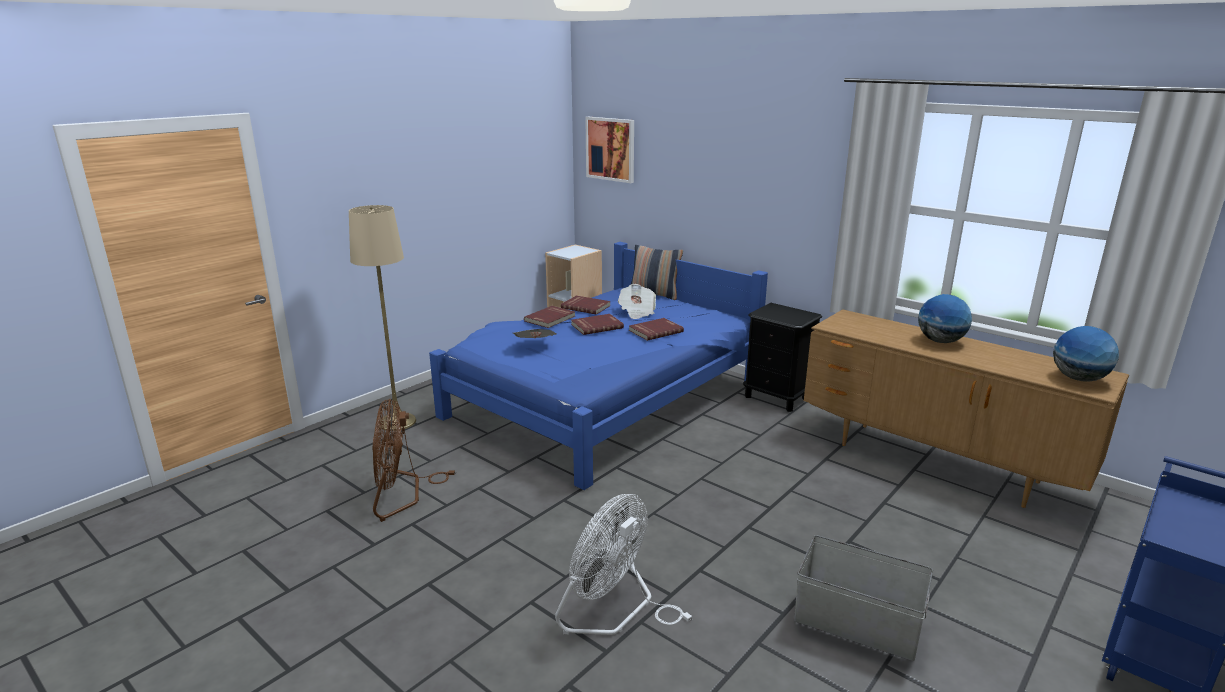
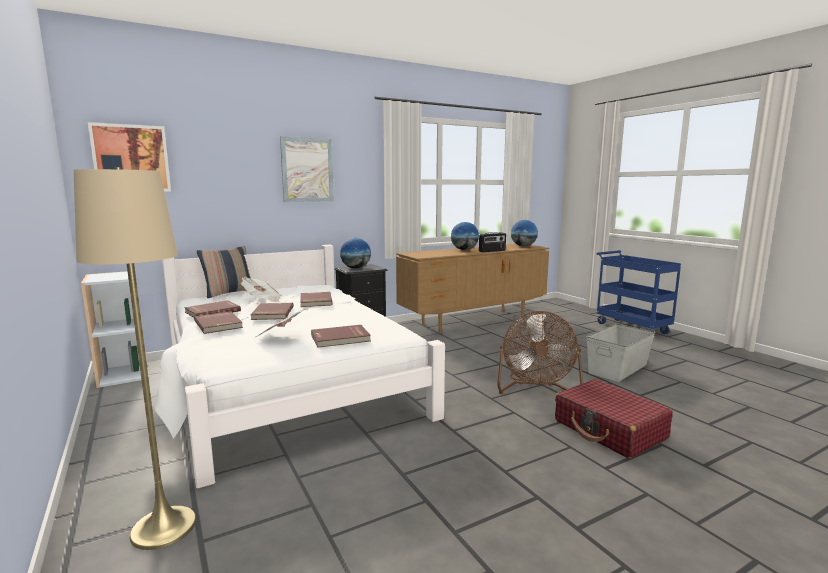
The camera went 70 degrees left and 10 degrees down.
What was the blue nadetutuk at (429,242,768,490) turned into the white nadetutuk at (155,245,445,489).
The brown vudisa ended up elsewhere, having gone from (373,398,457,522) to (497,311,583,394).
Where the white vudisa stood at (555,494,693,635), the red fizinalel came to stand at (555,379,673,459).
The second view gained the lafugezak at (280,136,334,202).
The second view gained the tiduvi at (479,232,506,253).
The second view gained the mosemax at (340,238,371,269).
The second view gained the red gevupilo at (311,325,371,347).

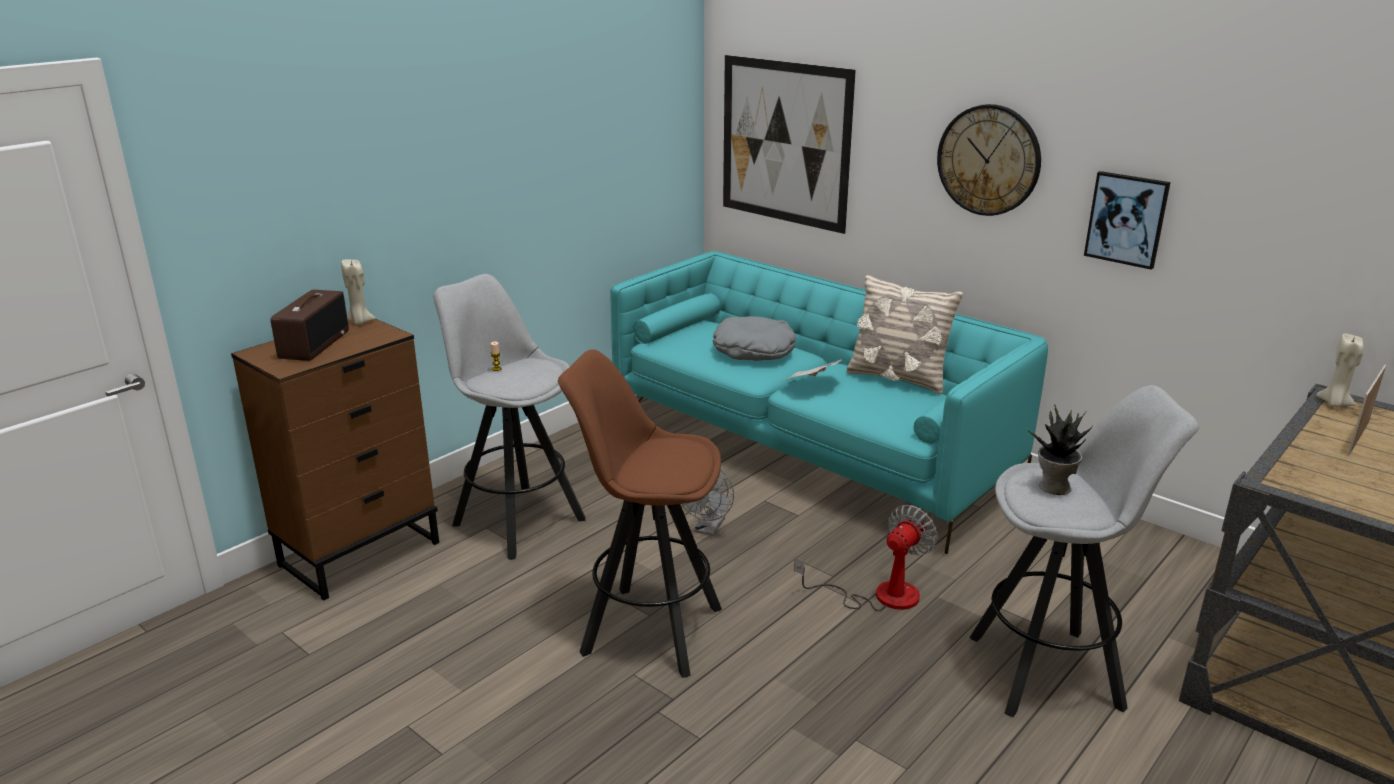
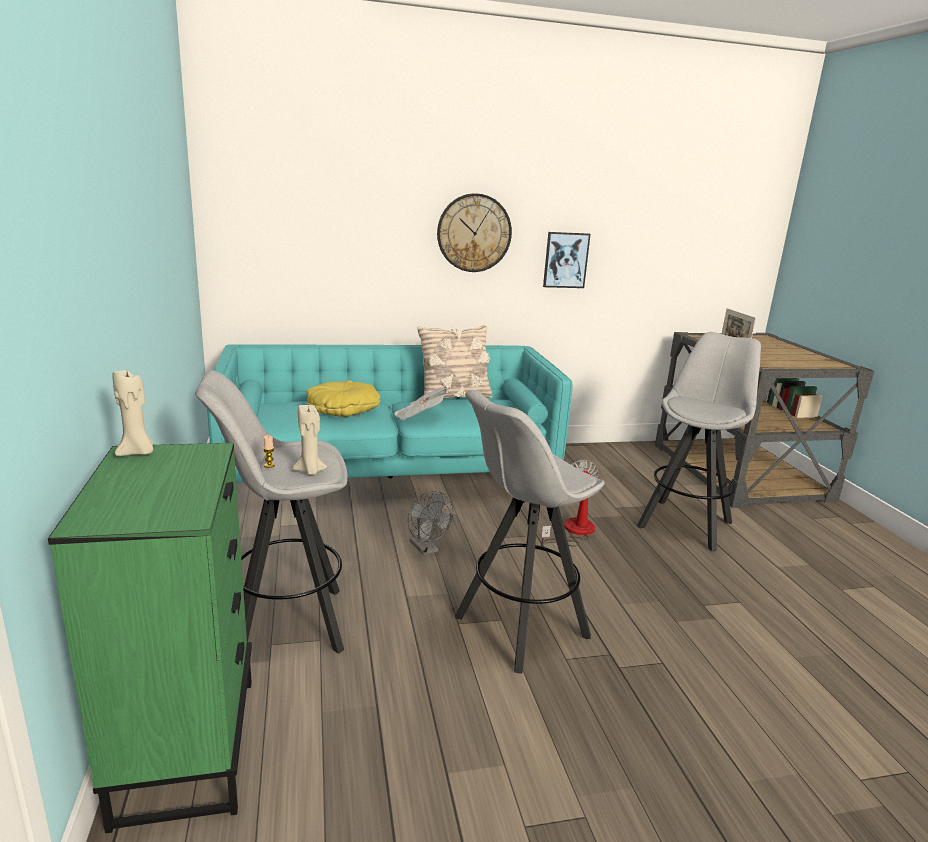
The camera went 55 degrees left and 5 degrees down.
The second view lost the lafugezak at (723,55,856,234).
The second view lost the tiduvi at (271,290,349,361).
What was the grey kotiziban at (713,316,796,361) turned into the yellow kotiziban at (307,380,380,417).
What was the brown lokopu at (231,319,439,601) turned into the green lokopu at (48,443,252,834).
The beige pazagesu ended up elsewhere, having gone from (1316,334,1364,408) to (292,405,327,475).
What was the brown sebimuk at (558,349,722,678) turned into the grey sebimuk at (455,390,605,673).
The second view lost the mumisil at (1025,404,1094,495).

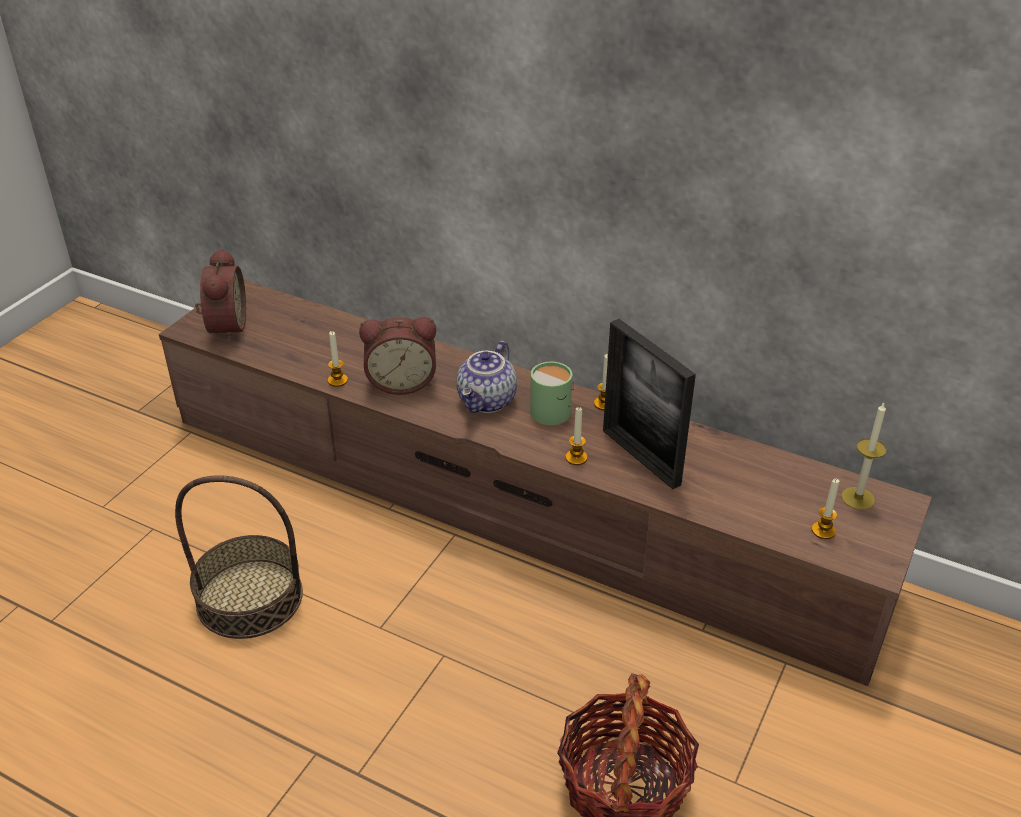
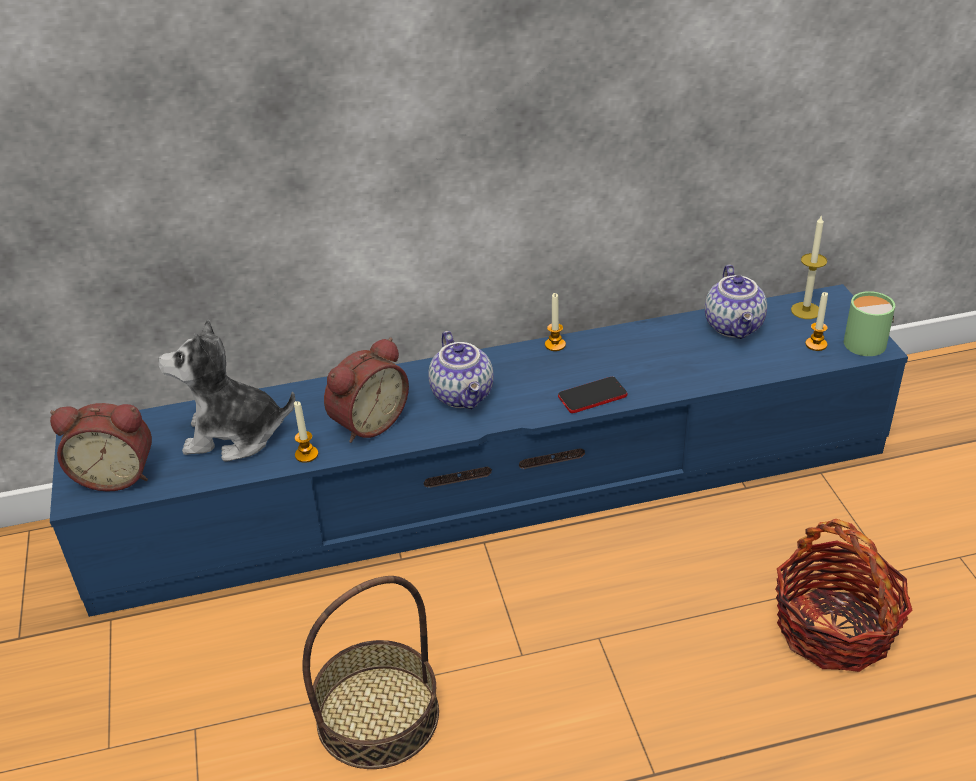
The camera went 40 degrees left and 0 degrees up.
The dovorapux at (195,248,246,342) ended up facing another way, 135 degrees clockwise from before.
What was the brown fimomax at (159,280,932,686) turned into the blue fimomax at (50,284,908,617).
The second view lost the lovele at (603,319,696,489).
The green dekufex ended up elsewhere, having gone from (530,362,574,425) to (844,291,895,356).
Where the pazagesu stood at (565,407,588,465), the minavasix came to stand at (558,377,628,413).
The second view gained the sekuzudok at (705,265,767,339).
The second view gained the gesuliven at (159,319,295,462).

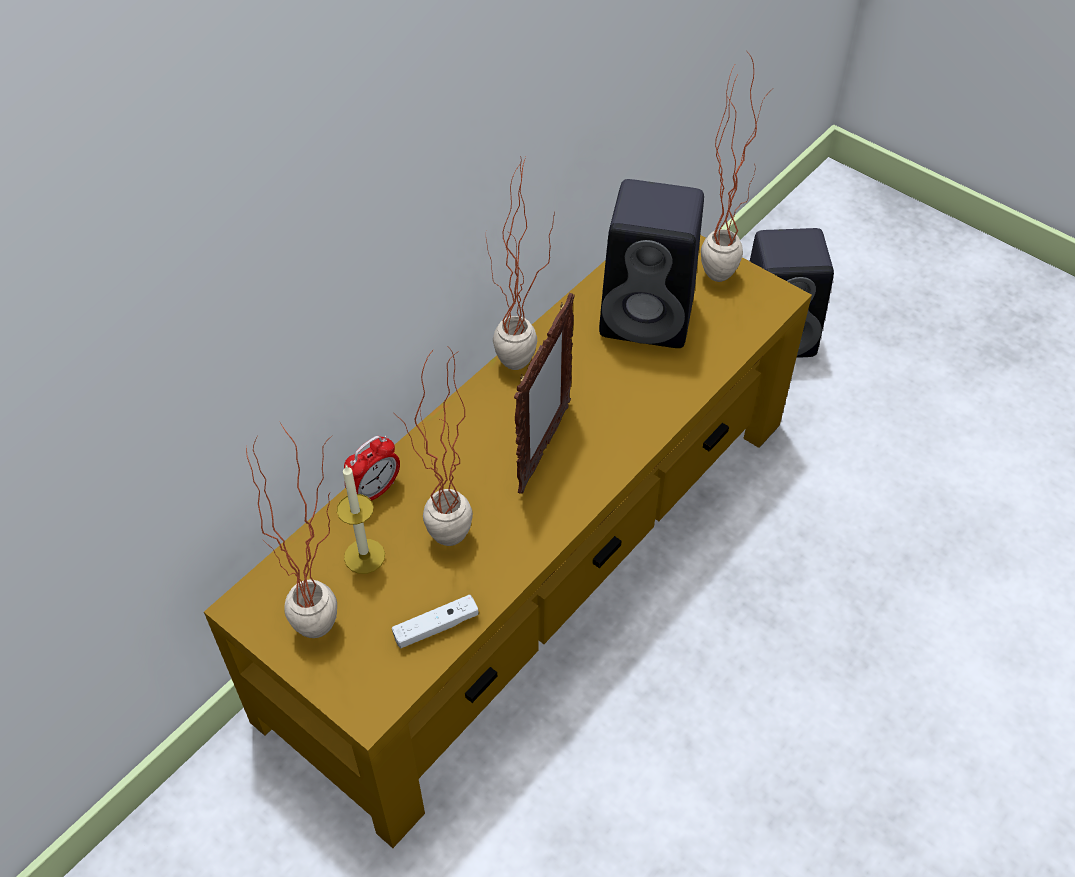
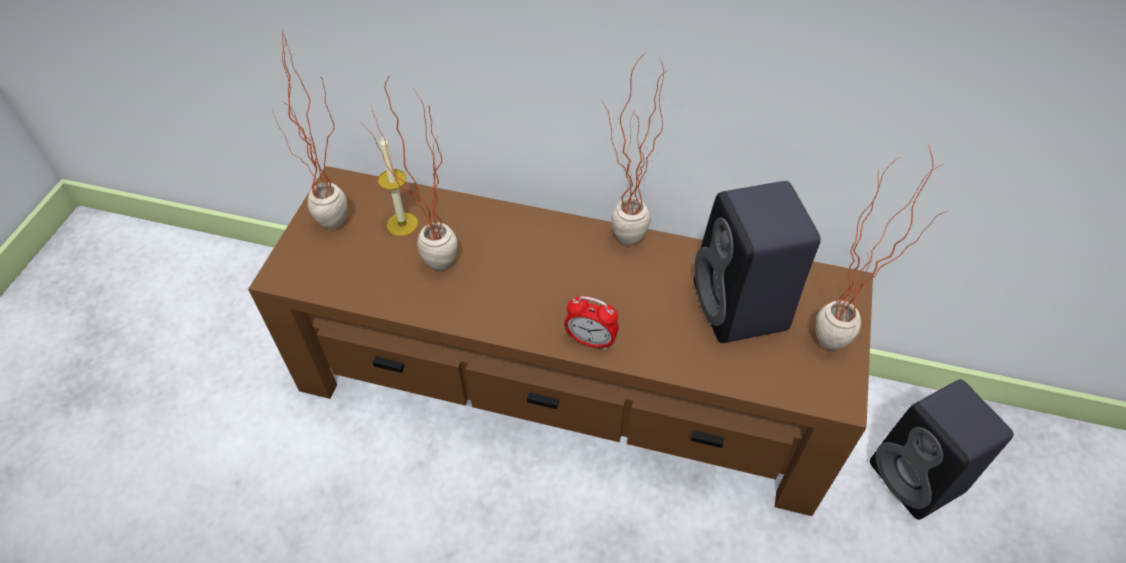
The camera went 65 degrees right and 0 degrees up.
What was the yellow fimomax at (204,235,812,848) turned into the brown fimomax at (248,166,873,516).
The second view lost the lovele at (514,293,575,494).
The dovorapux ended up elsewhere, having gone from (344,436,400,501) to (564,296,618,350).
The second view lost the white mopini at (392,594,479,648).

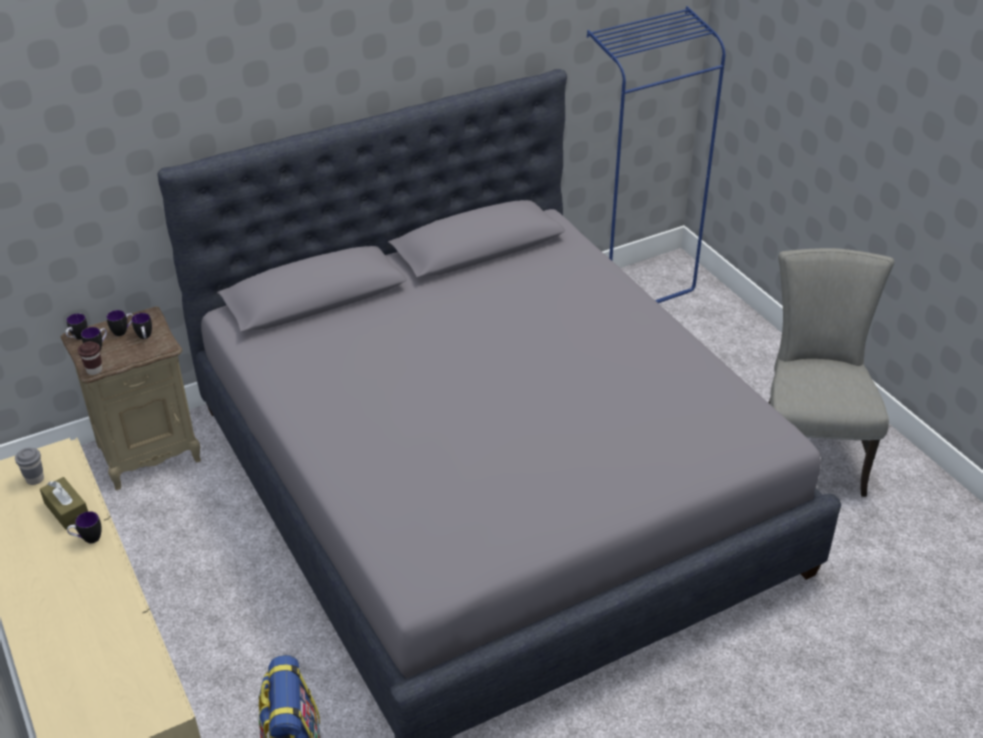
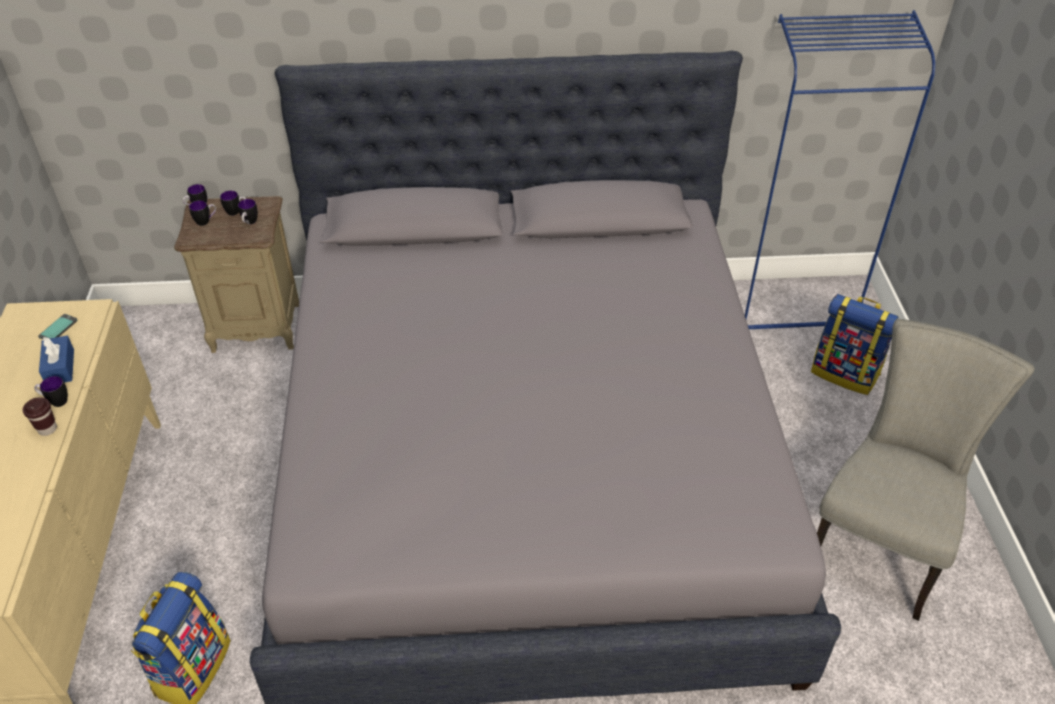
The camera went 25 degrees right and 5 degrees up.
The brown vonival ended up elsewhere, having gone from (78,341,102,375) to (23,397,57,436).
Where the grey vonival stood at (15,448,44,485), the minavasix came to stand at (38,314,78,340).
What was the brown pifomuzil at (40,477,88,530) turned into the blue pifomuzil at (39,336,74,383).
The second view gained the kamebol at (811,294,898,395).

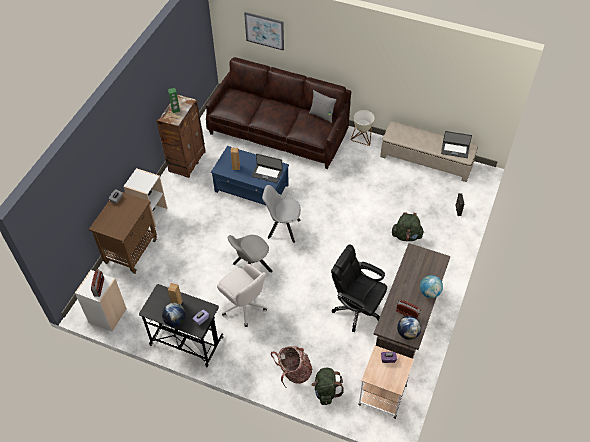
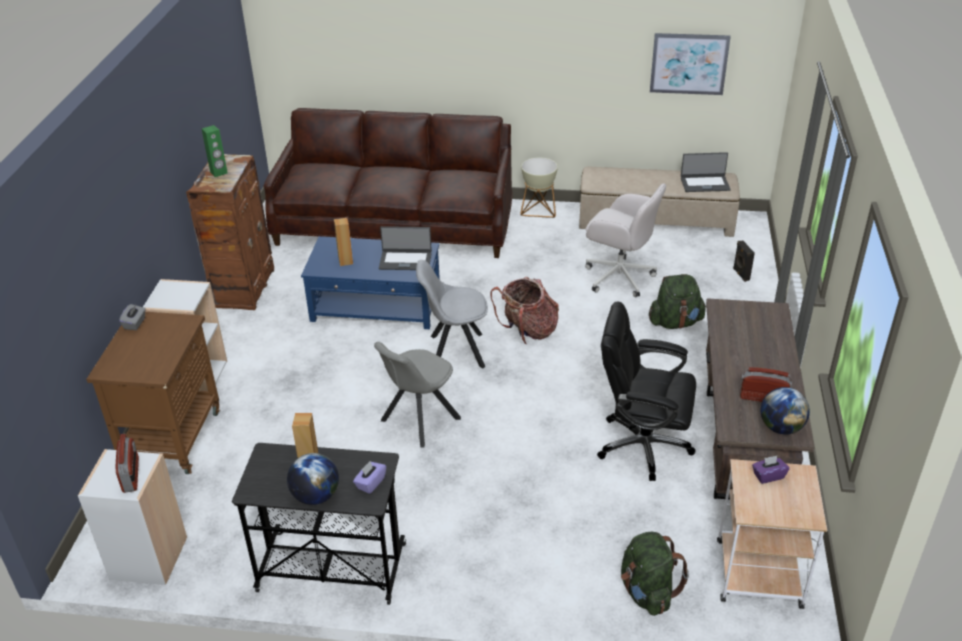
The camera went 15 degrees left and 15 degrees down.
The lafugezak ended up elsewhere, having gone from (244,12,284,51) to (650,33,731,95).
The second view lost the grey kotiziban at (309,90,337,123).
The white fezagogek ended up elsewhere, having gone from (217,264,267,327) to (585,183,666,297).
The second view lost the mosemax at (420,275,443,298).
The kamebol ended up elsewhere, having gone from (271,346,312,388) to (490,277,559,345).

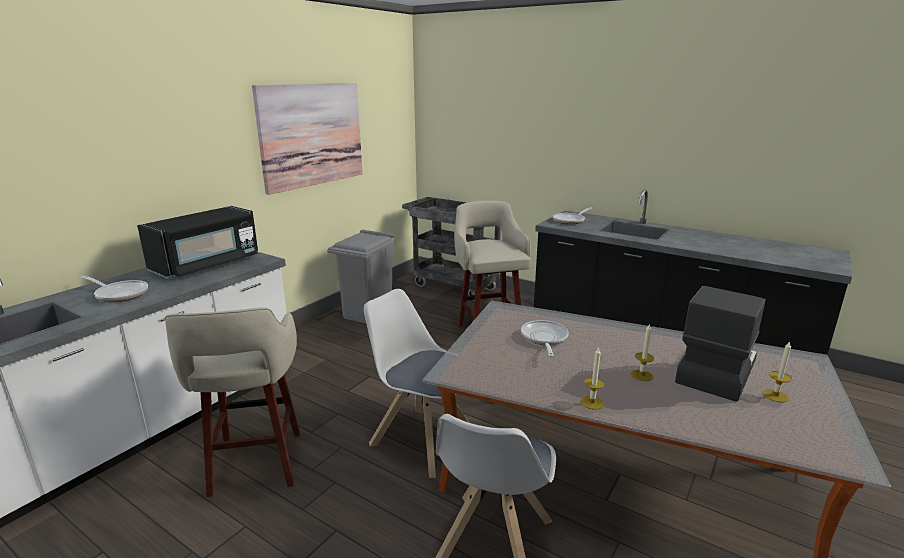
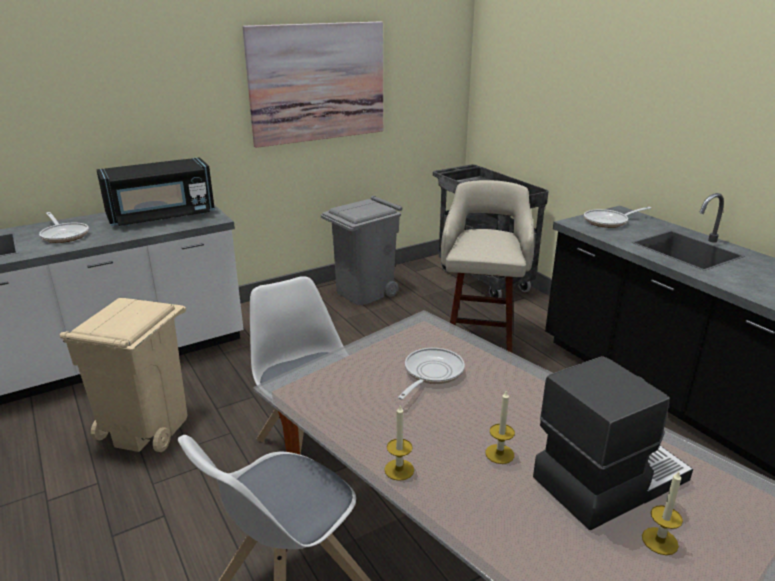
The camera went 25 degrees right and 5 degrees up.
Where the beige sebimuk stood at (165,307,300,497), the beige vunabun came to stand at (60,298,188,452).

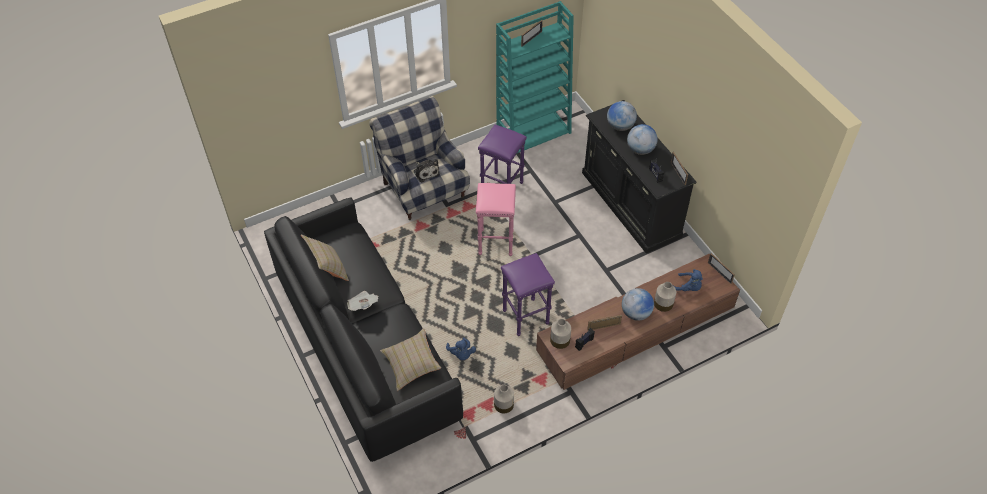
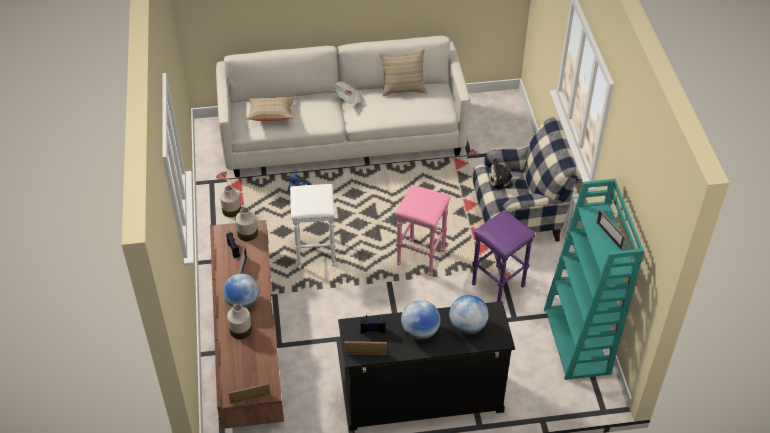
The camera went 110 degrees right and 5 degrees down.
What was the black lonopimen at (264,197,463,462) turned into the white lonopimen at (216,36,470,177).
What was the purple sebimuk at (501,253,555,336) turned into the white sebimuk at (290,184,336,269).
The second view lost the blue gesuliven at (674,269,703,291).

